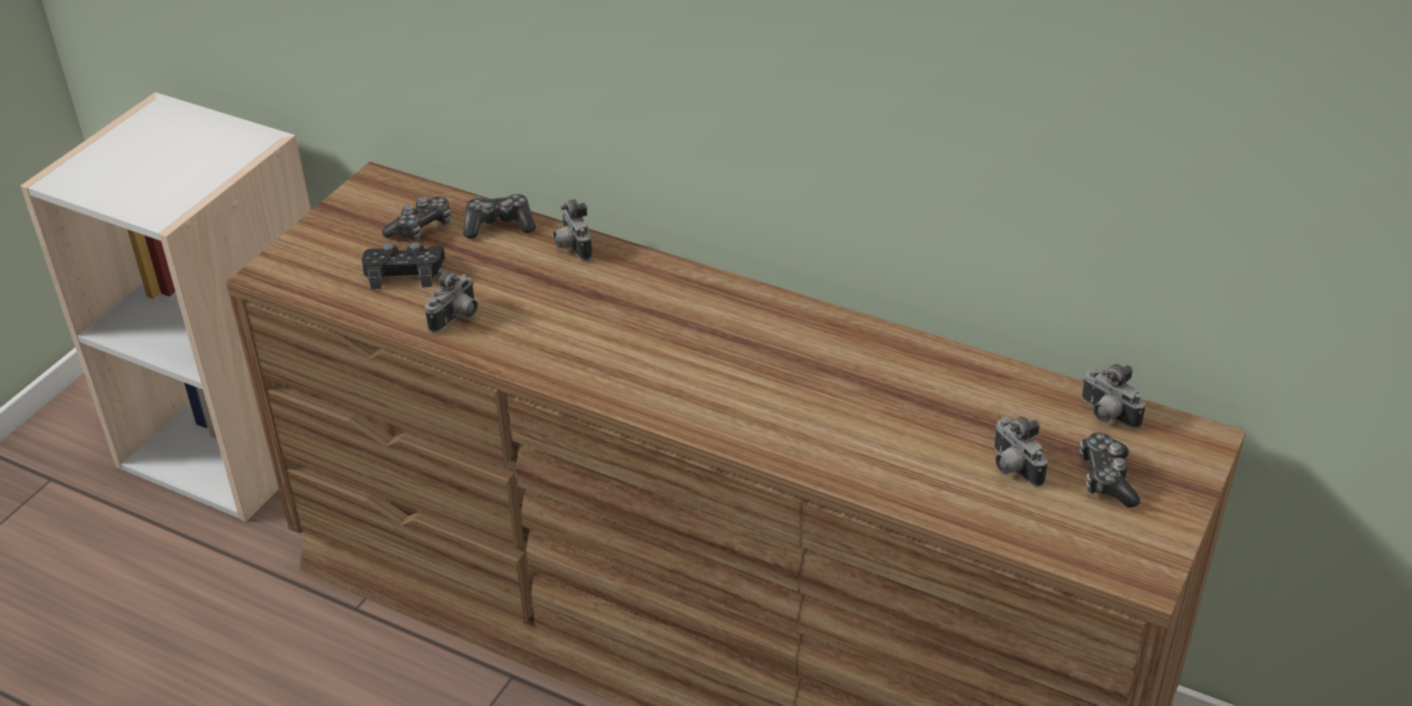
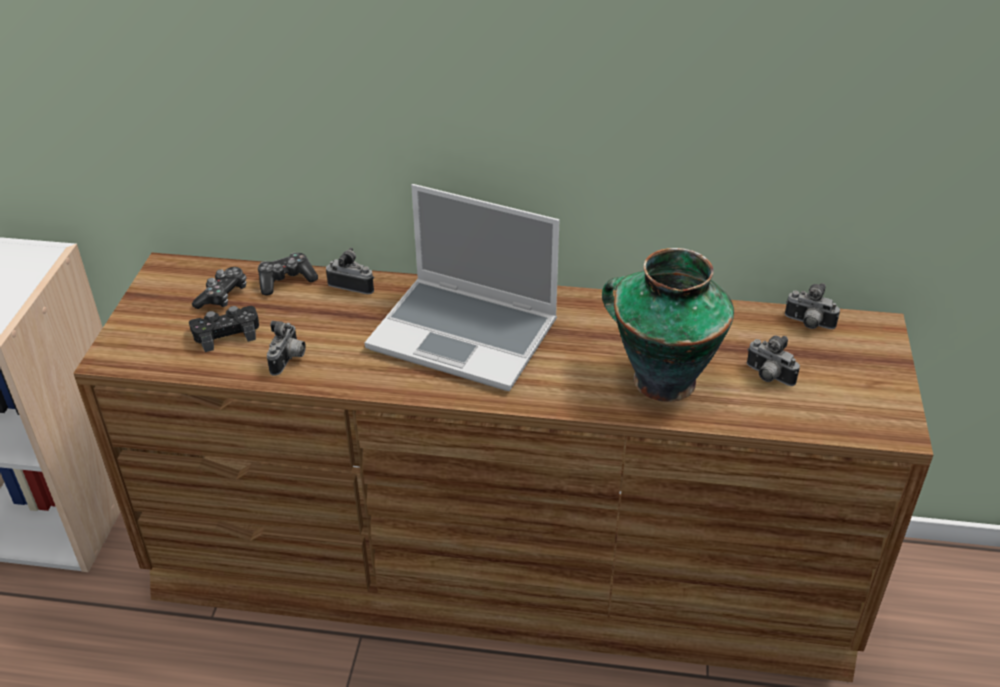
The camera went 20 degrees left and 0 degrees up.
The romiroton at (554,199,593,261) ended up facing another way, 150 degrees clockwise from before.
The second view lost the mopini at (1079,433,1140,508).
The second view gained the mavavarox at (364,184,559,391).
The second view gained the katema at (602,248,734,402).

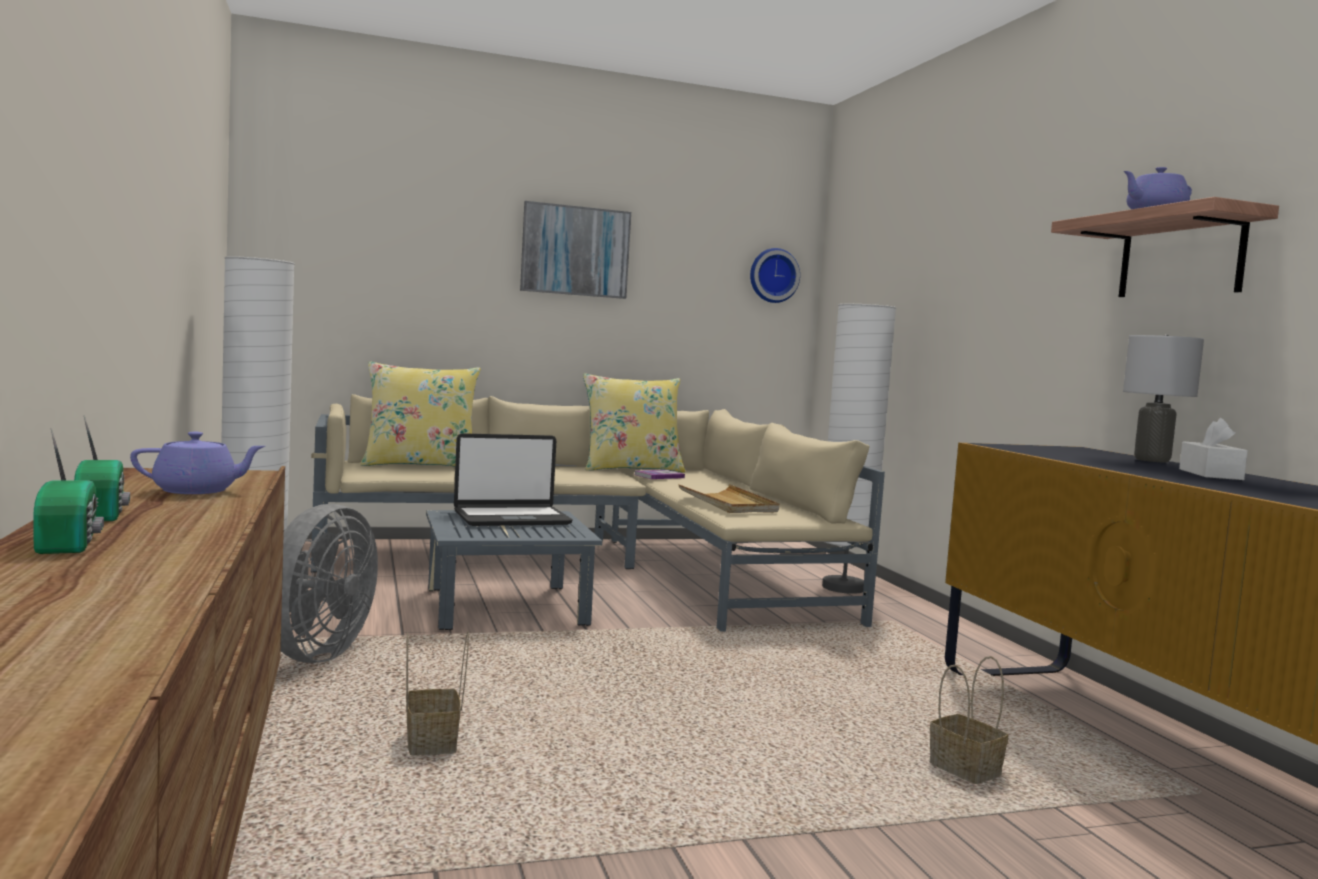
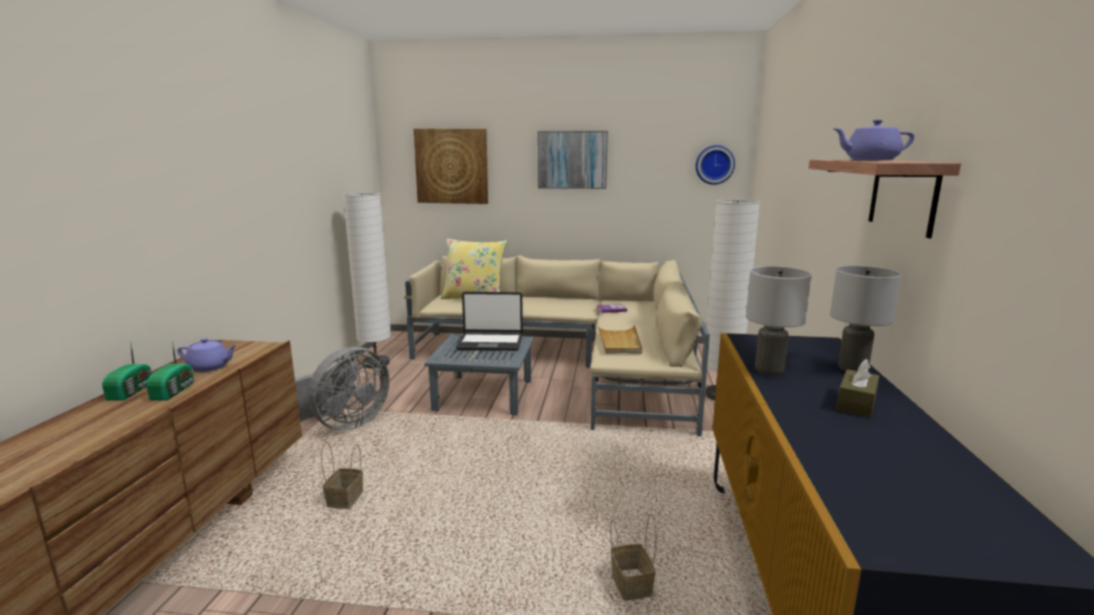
The camera went 25 degrees right and 10 degrees up.
The second view lost the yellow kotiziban at (583,374,685,473).
What was the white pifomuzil at (1179,418,1248,480) turned into the brown pifomuzil at (836,359,879,418).
The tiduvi ended up elsewhere, having gone from (33,428,104,554) to (146,340,194,400).
The second view gained the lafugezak at (414,129,488,204).
The second view gained the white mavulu at (746,266,812,376).

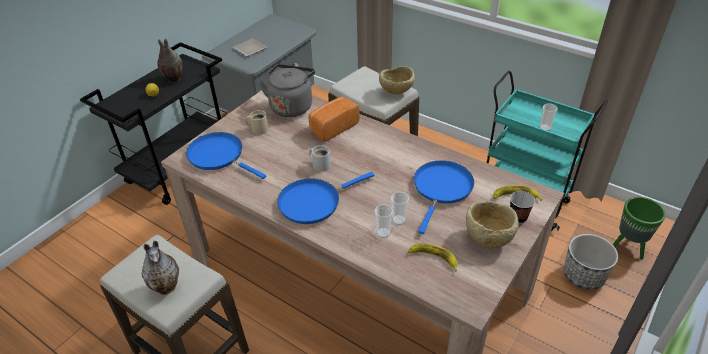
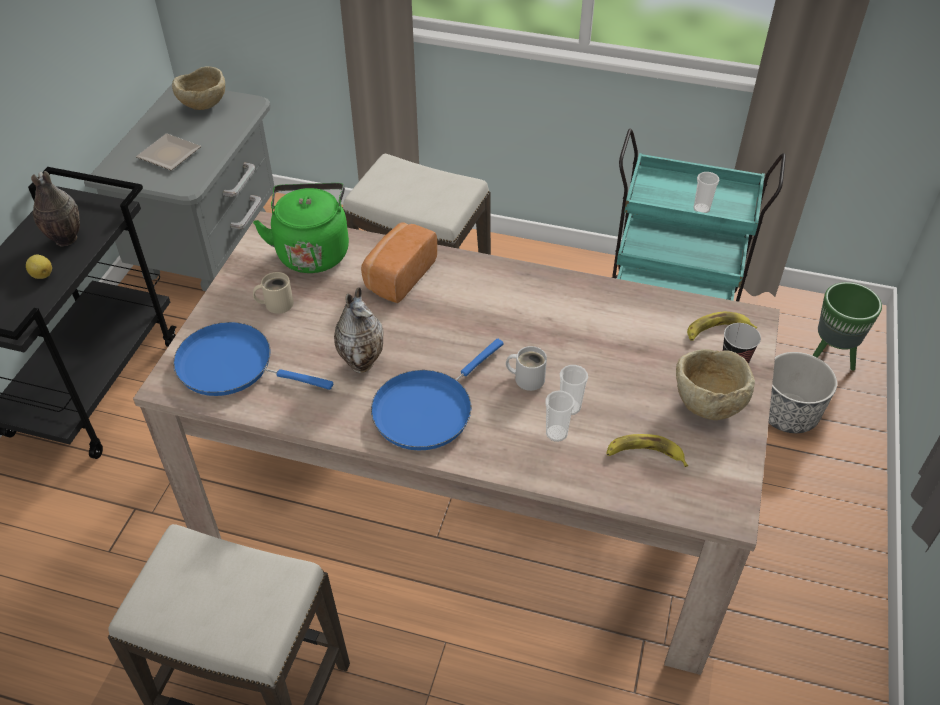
The camera went 20 degrees left and 5 degrees up.
What was the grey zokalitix at (259,64,315,117) turned into the green zokalitix at (253,183,349,273).
The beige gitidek ended up elsewhere, having gone from (379,66,415,94) to (172,66,225,110).
The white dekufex ended up elsewhere, having gone from (309,145,331,172) to (506,346,547,391).
The second view lost the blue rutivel at (414,160,474,234).
The katema ended up elsewhere, having gone from (142,241,179,295) to (334,287,384,373).

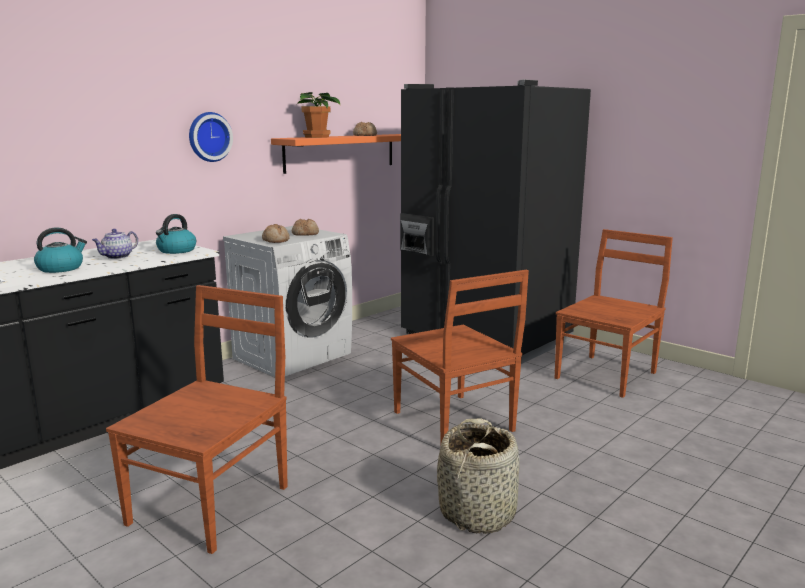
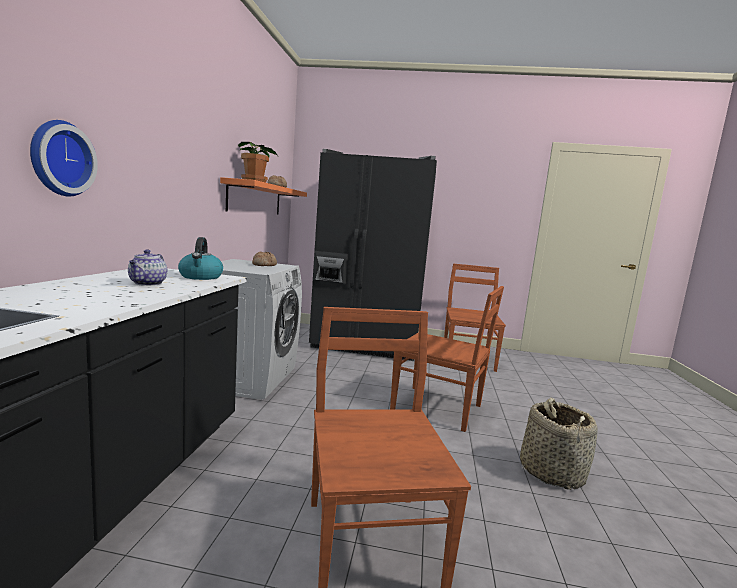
The camera went 35 degrees left and 5 degrees down.
The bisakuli ended up elsewhere, having gone from (189,112,233,162) to (30,120,98,196).
The second view lost the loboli at (262,224,290,243).
The second view lost the zokalitix at (34,227,87,273).

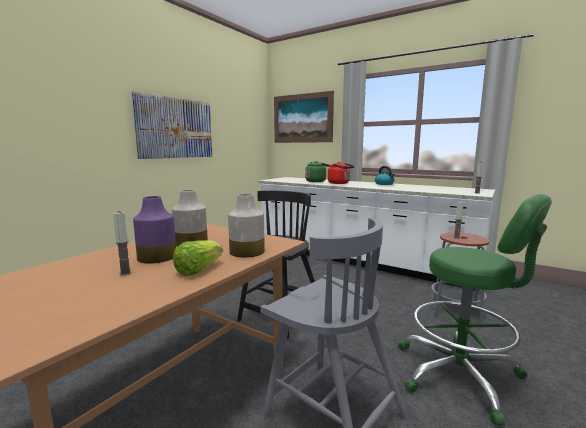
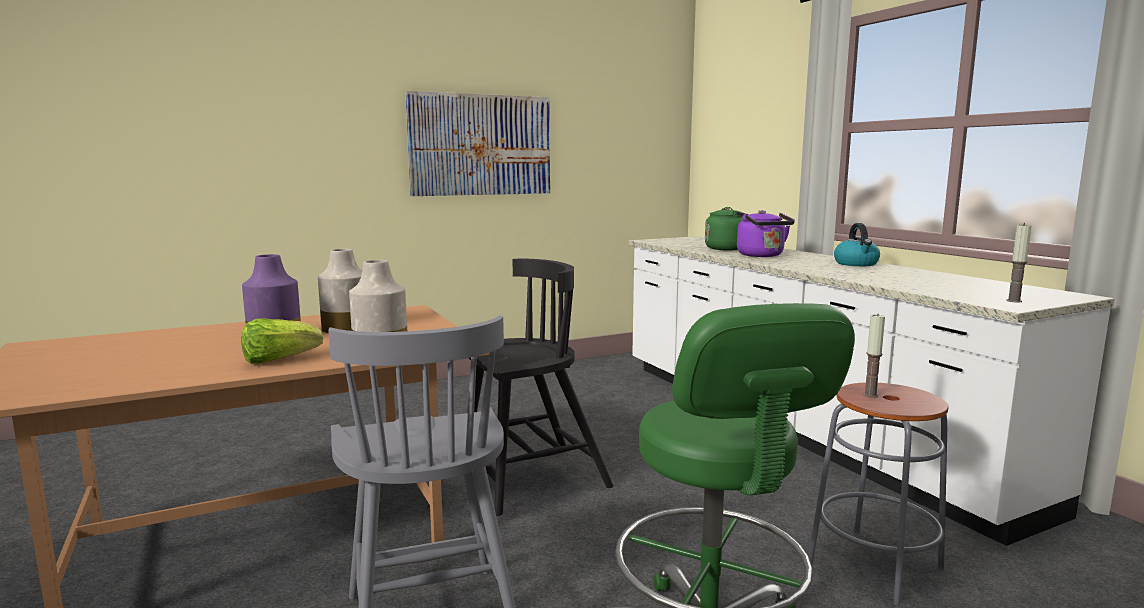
The camera went 30 degrees right and 0 degrees up.
The second view lost the lafugezak at (274,91,334,143).
What was the red zokalitix at (328,162,354,184) turned into the purple zokalitix at (737,210,795,257).
The second view lost the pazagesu at (113,211,132,276).

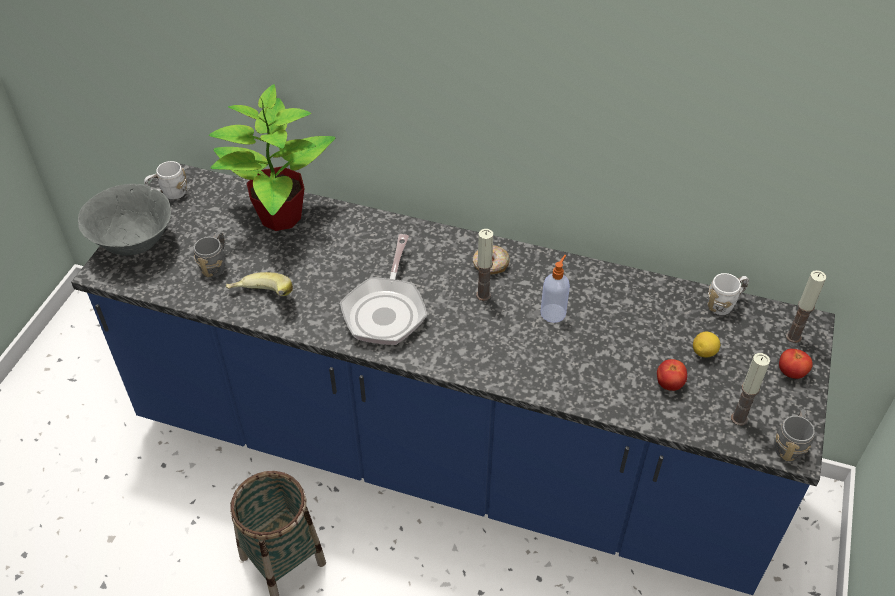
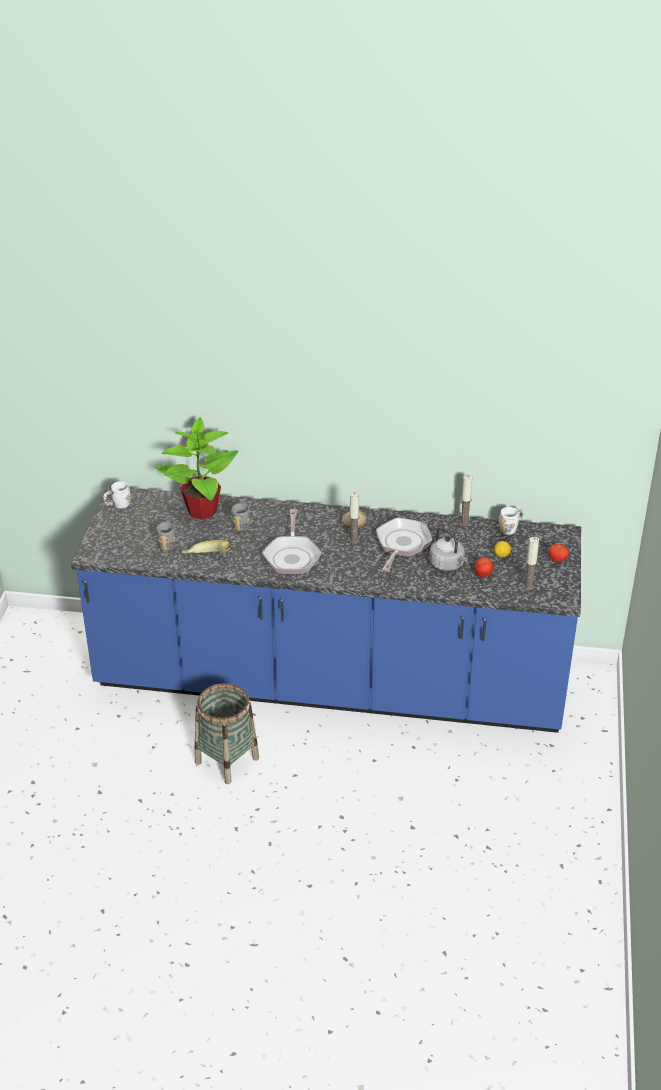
The camera went 10 degrees left and 10 degrees down.
The second view lost the grey gitidek at (78,184,171,256).
Where the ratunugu stood at (540,255,570,323), the rutivel came to stand at (376,517,432,572).
The pazagesu ended up elsewhere, having gone from (786,270,826,343) to (460,475,473,527).
The grey dekufex ended up elsewhere, having gone from (775,409,815,462) to (231,501,250,531).
The second view gained the grey zokalitix at (429,527,468,571).

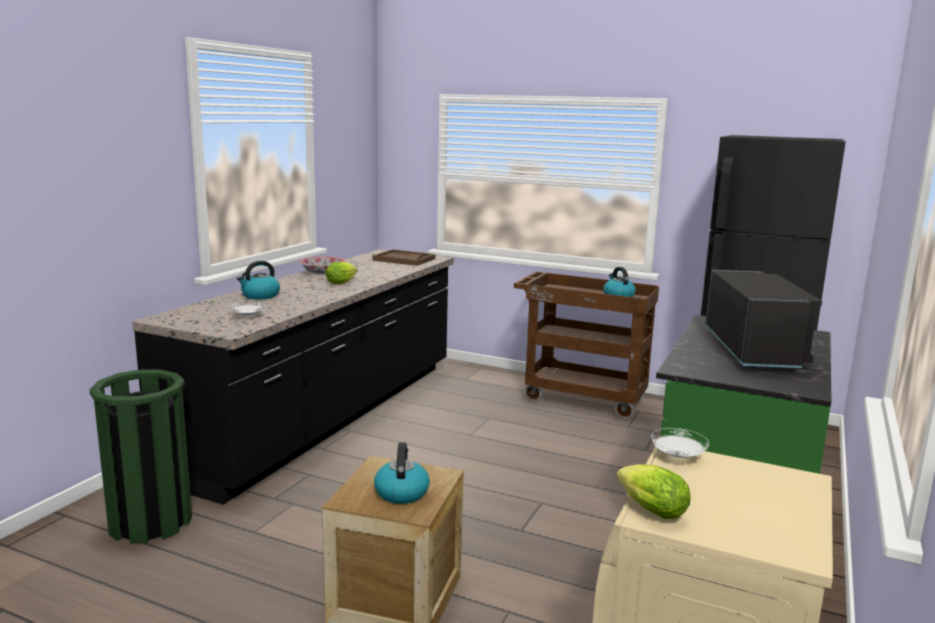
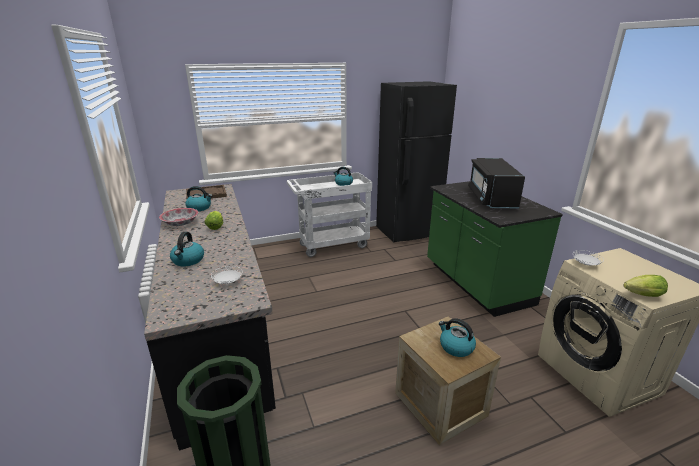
The camera went 45 degrees left and 10 degrees up.
The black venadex at (705,270,822,368) ended up facing another way, 135 degrees counterclockwise from before.
What was the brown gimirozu at (514,272,659,419) turned into the white gimirozu at (287,173,372,257).
The second view gained the zokalitix at (185,186,212,211).

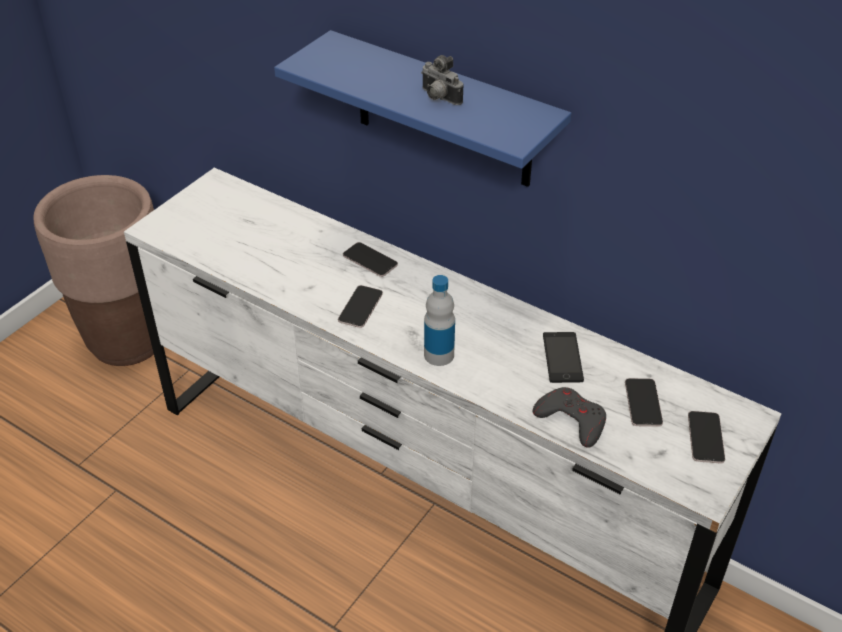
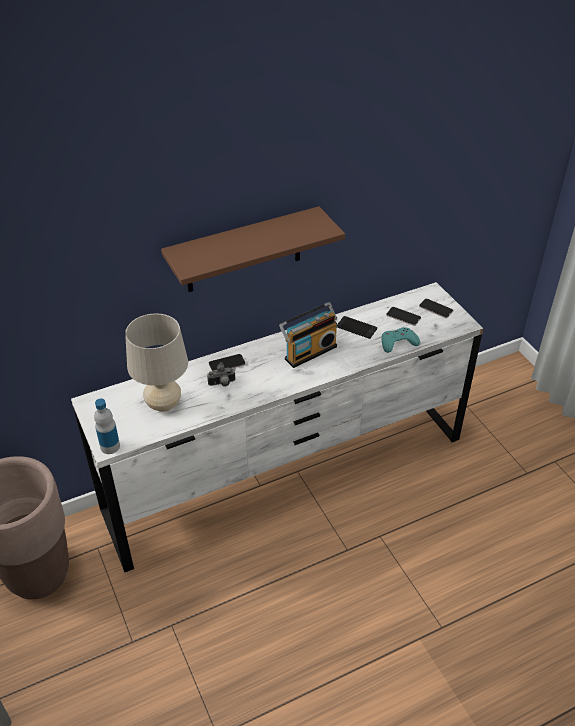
The camera went 60 degrees left and 0 degrees up.
What was the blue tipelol at (274,30,571,187) turned into the brown tipelol at (161,206,345,292).
The romiroton ended up elsewhere, having gone from (421,55,463,105) to (207,362,235,387).
The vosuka ended up elsewhere, having gone from (424,275,455,366) to (94,398,120,454).
The second view lost the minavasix at (338,285,383,328).
What was the grey mopini at (533,387,606,448) turned into the turquoise mopini at (382,327,420,353).
The second view gained the tiduvi at (279,302,338,368).
The second view gained the beige mavulu at (125,313,188,412).

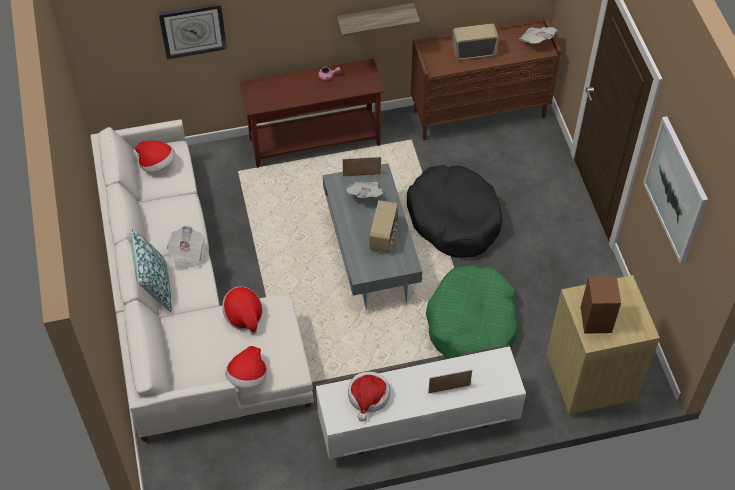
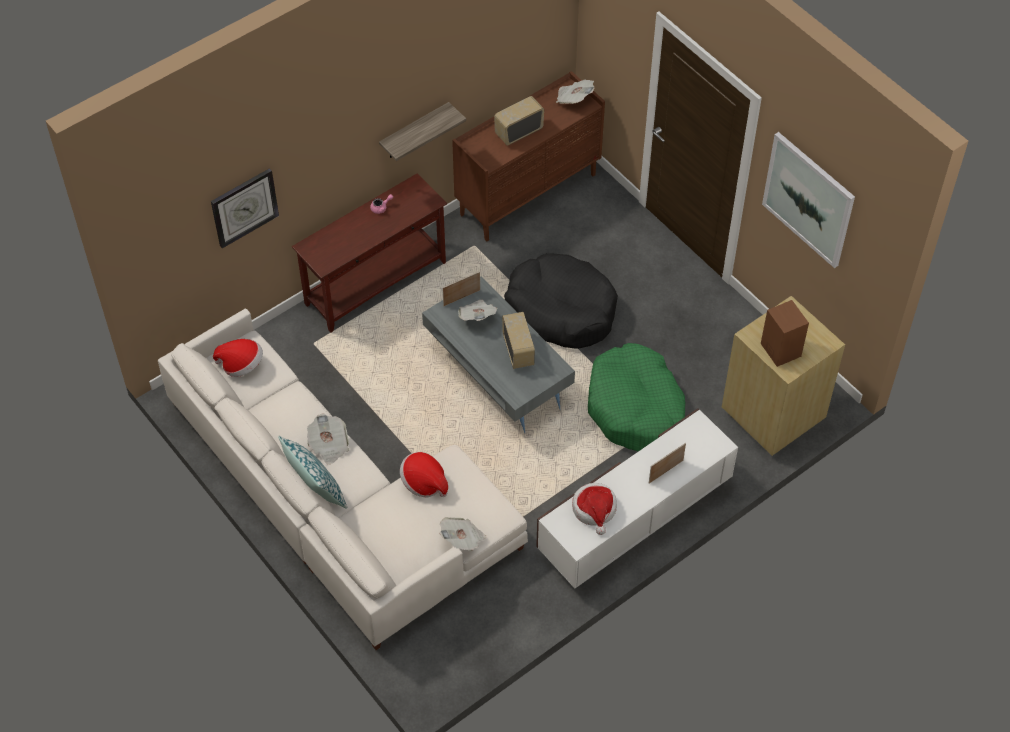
The camera went 25 degrees left and 0 degrees up.
Where the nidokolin stood at (225,346,267,388), the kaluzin came to stand at (439,517,486,551).

